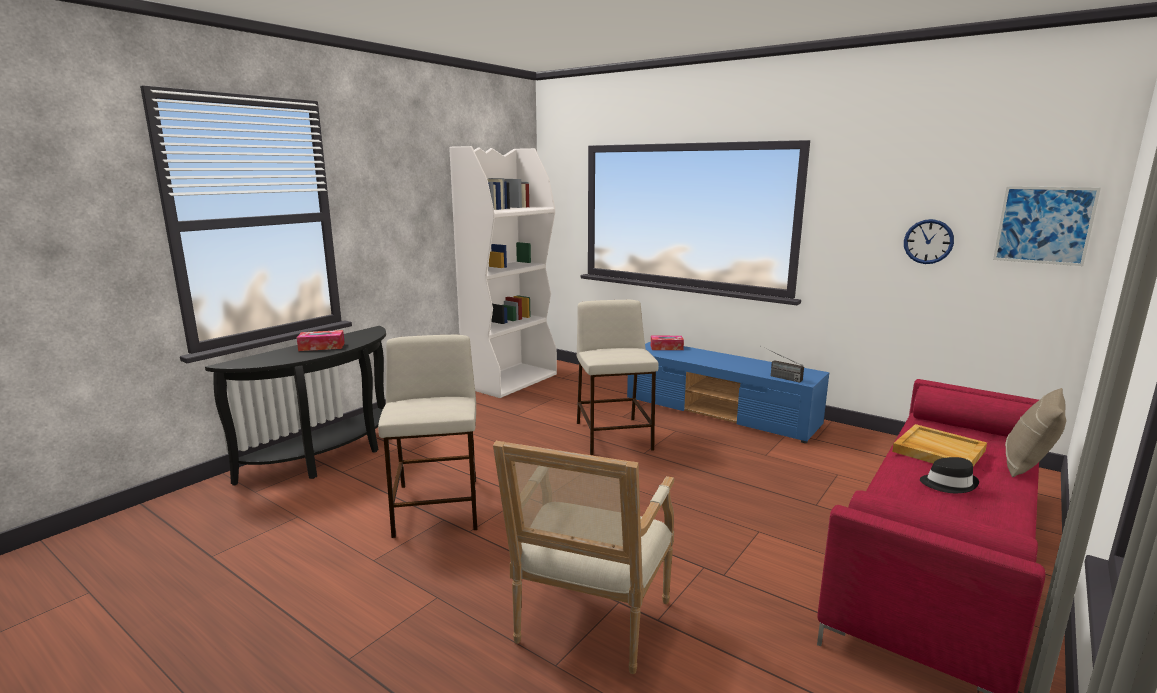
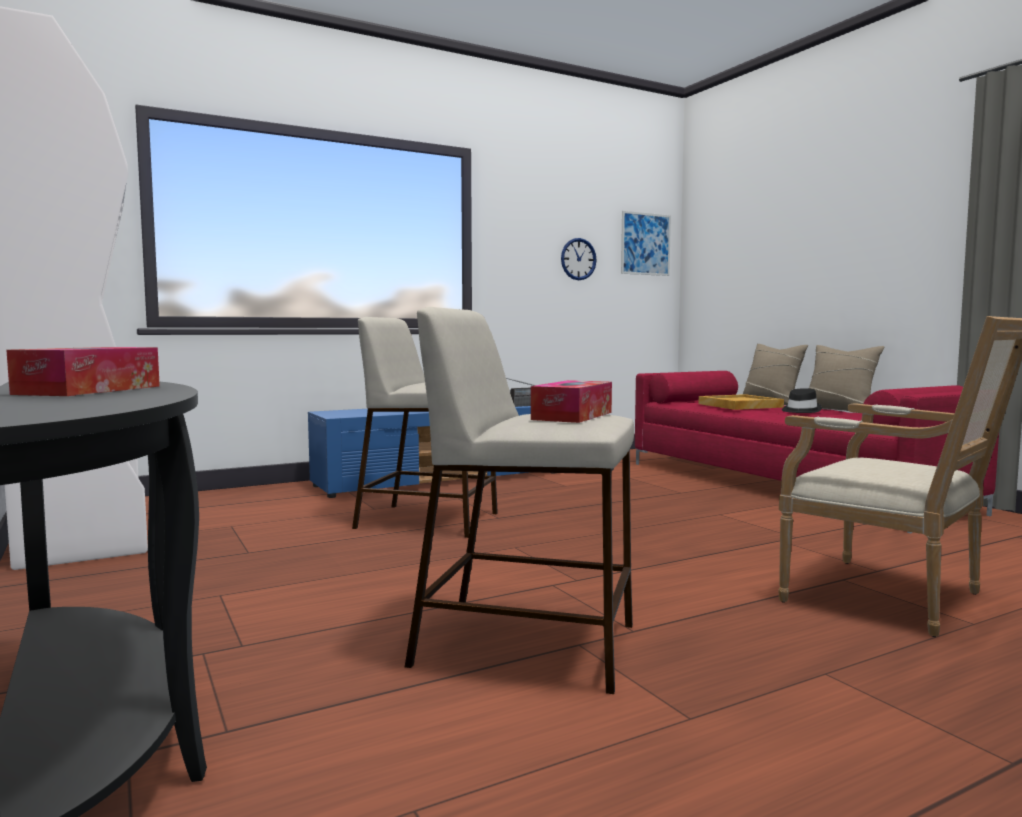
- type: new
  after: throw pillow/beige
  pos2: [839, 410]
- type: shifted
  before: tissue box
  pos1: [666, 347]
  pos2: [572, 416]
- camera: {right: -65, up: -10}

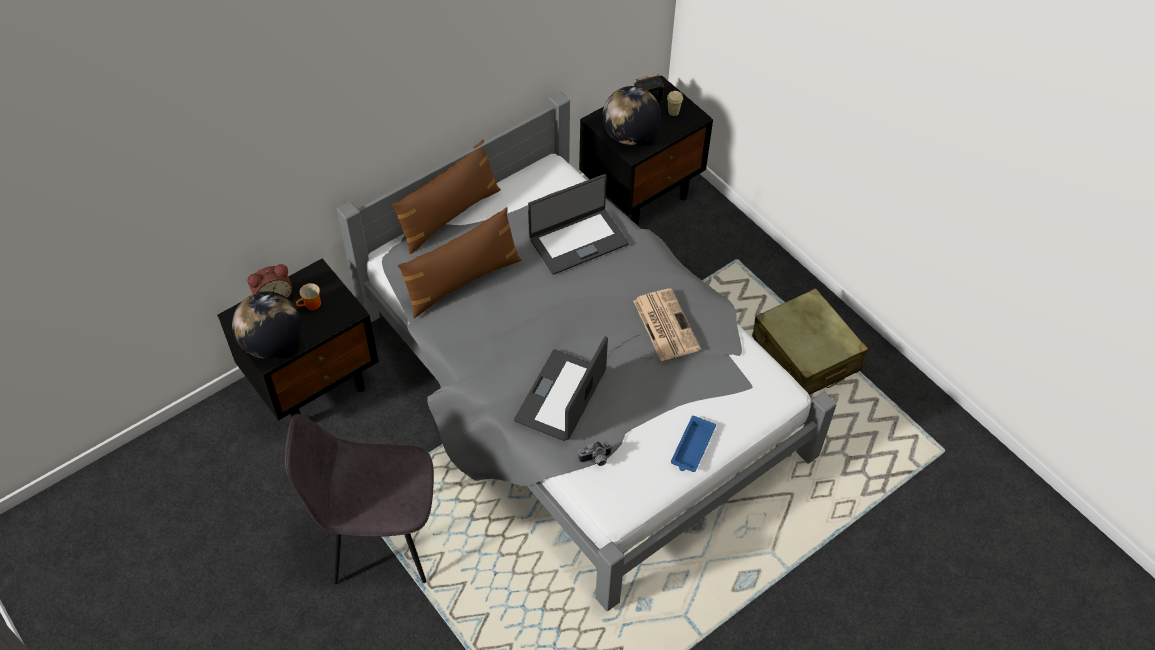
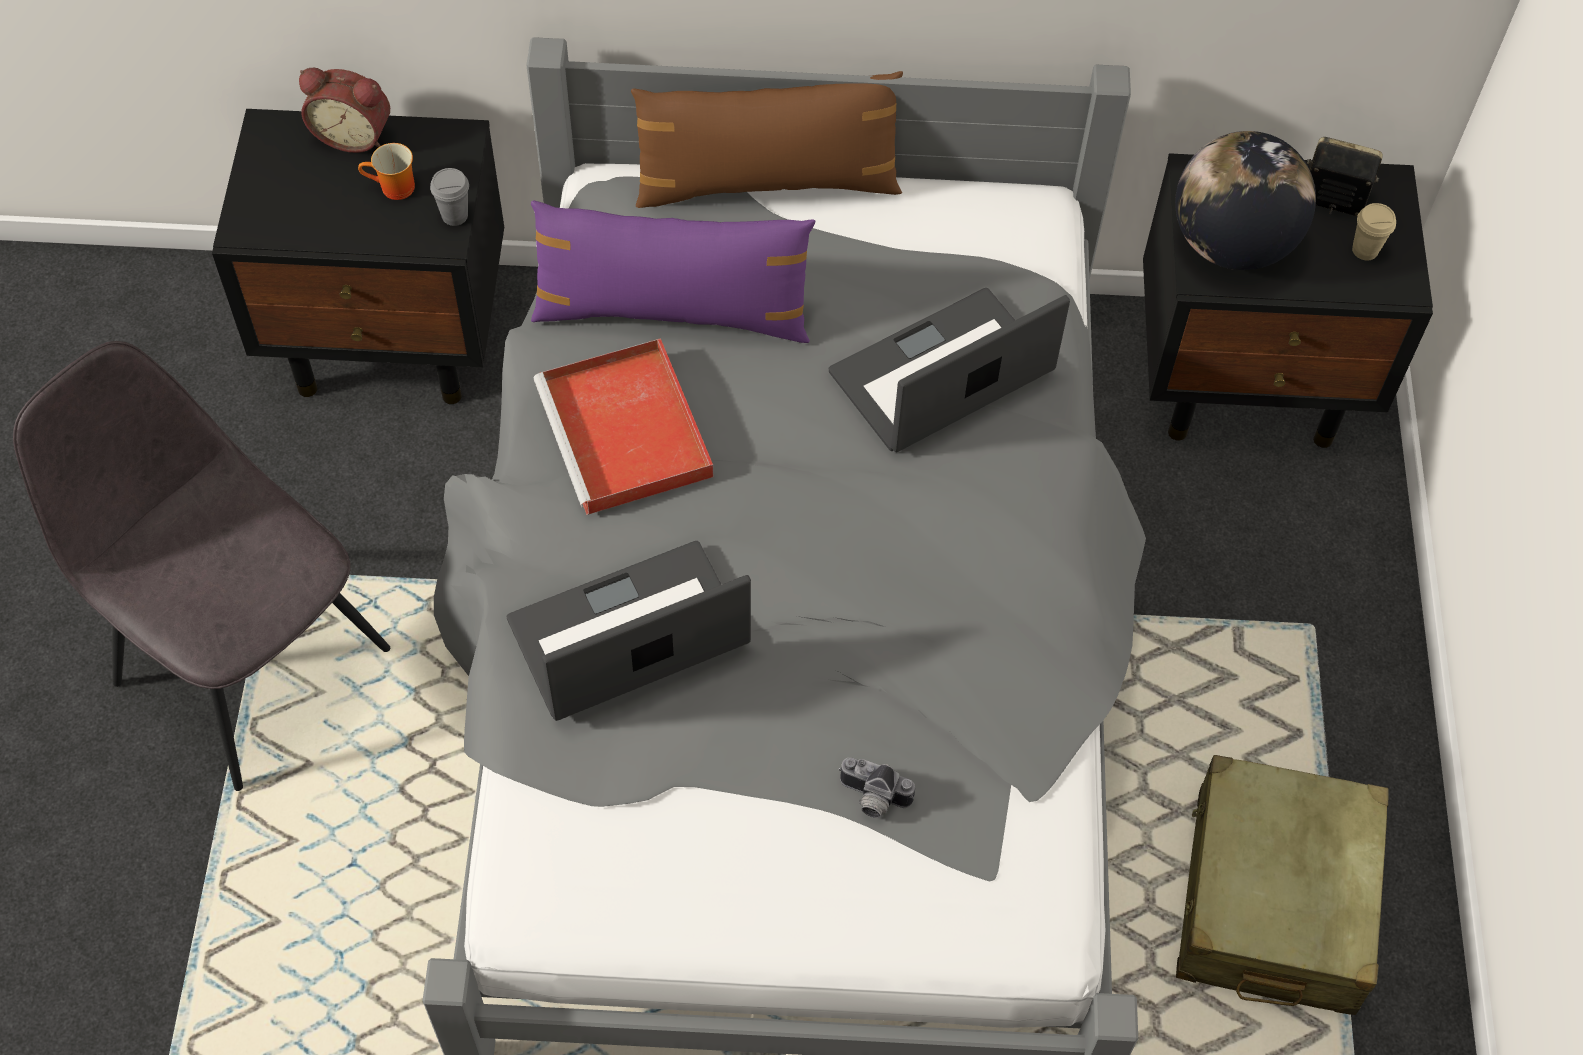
- type: gone
  before: world globe
  pos1: [272, 344]
- type: gone
  before: daily paper
  pos1: [665, 324]
- type: gone
  before: tray/bluish
  pos1: [692, 447]
- type: new
  after: small cup/greyish
  pos2: [455, 216]
- type: new
  after: tray/red
  pos2: [627, 434]
- type: shifted
  before: photo camera
  pos1: [596, 460]
  pos2: [872, 799]
- type: repainted
  before: throw pillow/brownish
  after: throw pillow/purple-coloured
  pos1: [462, 281]
  pos2: [672, 312]
- type: rotated
  before: laptop
  pos1: [578, 240]
  pos2: [943, 375]
  turn: 135
- camera: {right: 40, up: 5}

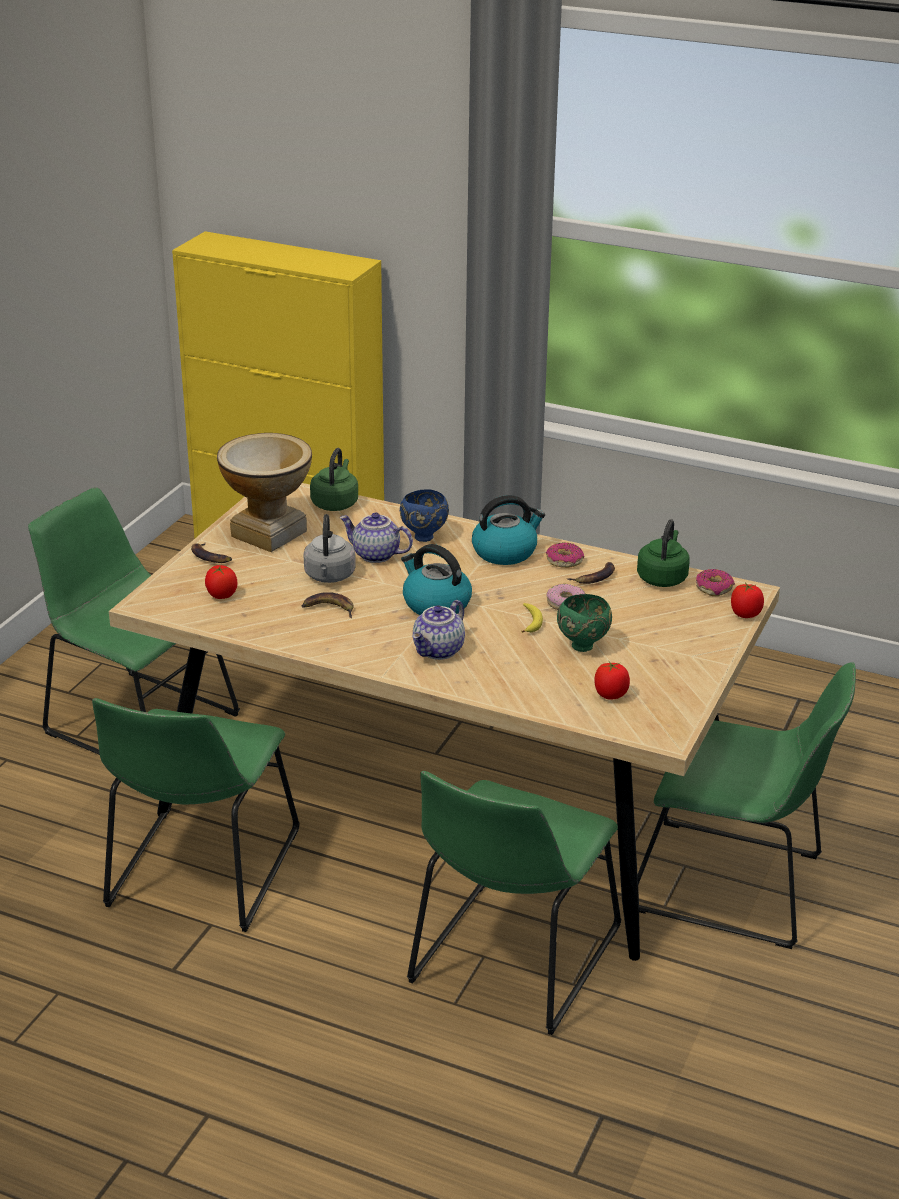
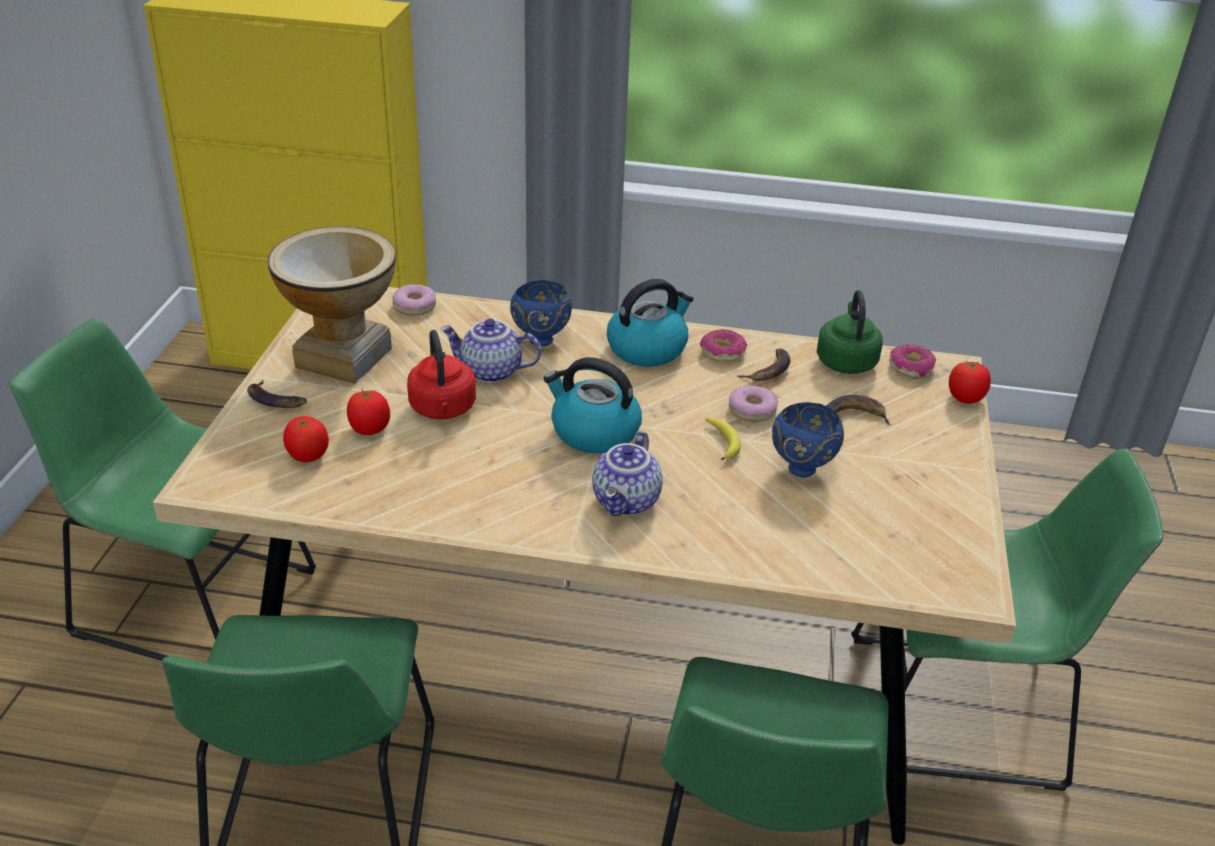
- type: shifted
  before: whole banana
  pos1: [329, 608]
  pos2: [853, 415]
- type: shifted
  before: fresh tomato
  pos1: [611, 695]
  pos2: [370, 429]
- type: swapped
  before: water kettle/green-coloured
  after: donut
  pos1: [335, 503]
  pos2: [414, 306]
- type: repainted
  before: water kettle/greyish
  after: water kettle/red
  pos1: [329, 576]
  pos2: [443, 409]
- type: repainted
  before: deep dish/green-coloured
  after: deep dish/bluish
  pos1: [583, 645]
  pos2: [802, 468]
- camera: {right: -15, up: 5}

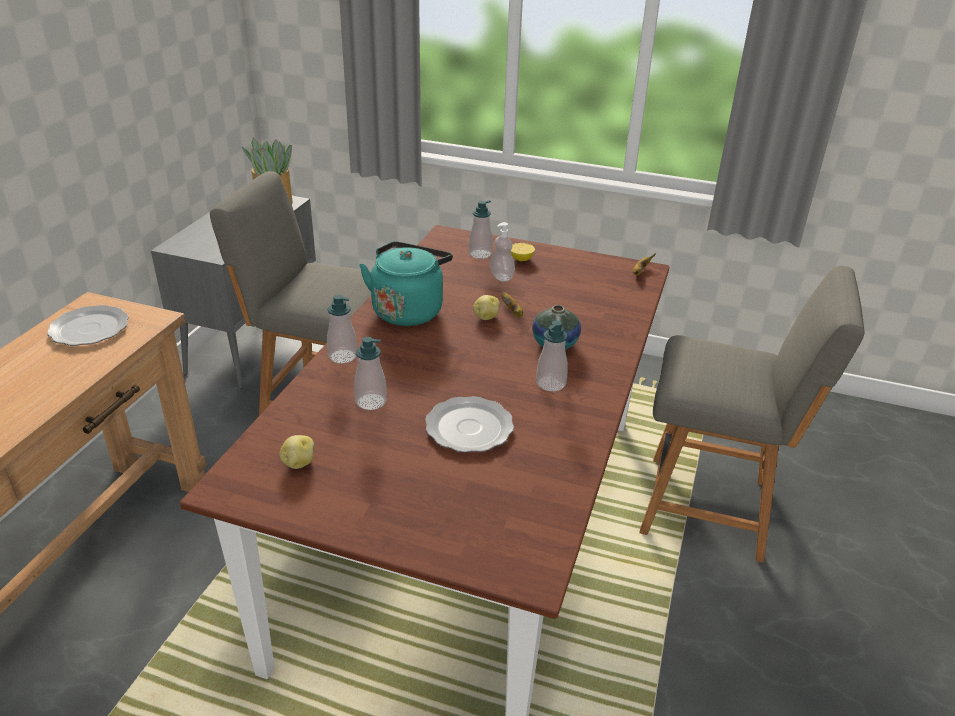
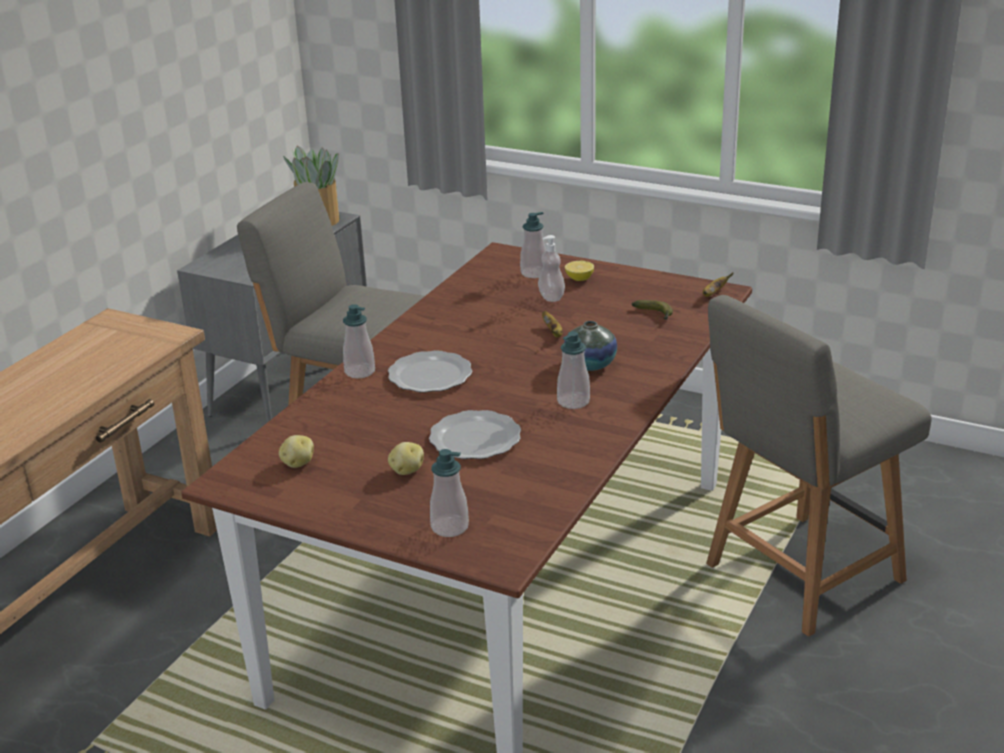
- type: gone
  before: water kettle/blue-green
  pos1: [408, 310]
- type: new
  after: whole banana
  pos2: [655, 315]
- type: shifted
  before: flat dish
  pos1: [89, 329]
  pos2: [430, 376]
- type: shifted
  before: soap bottle
  pos1: [371, 401]
  pos2: [449, 527]
- type: shifted
  before: whole potato
  pos1: [486, 317]
  pos2: [406, 470]
- type: rotated
  before: plain chair/greyish
  pos1: [711, 508]
  pos2: [799, 575]
  turn: 120
- camera: {right: 10, up: -5}

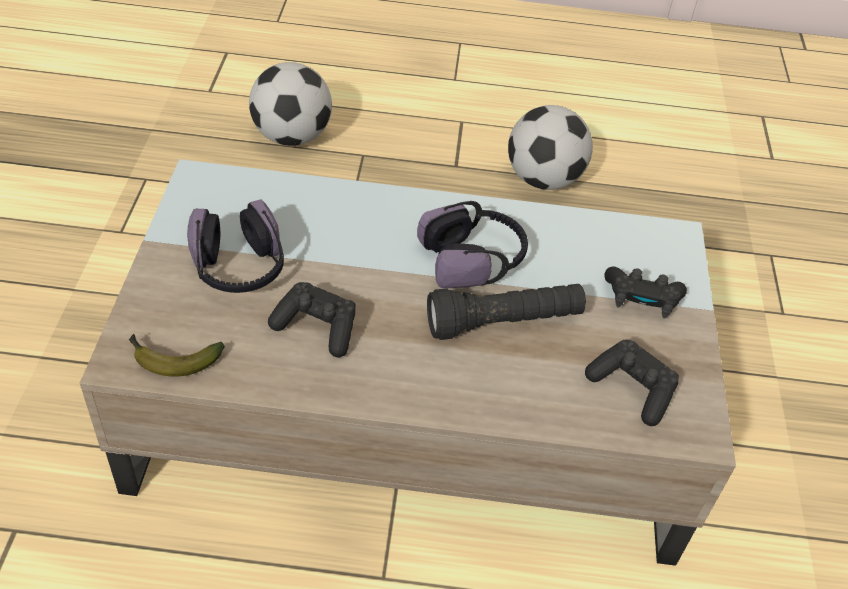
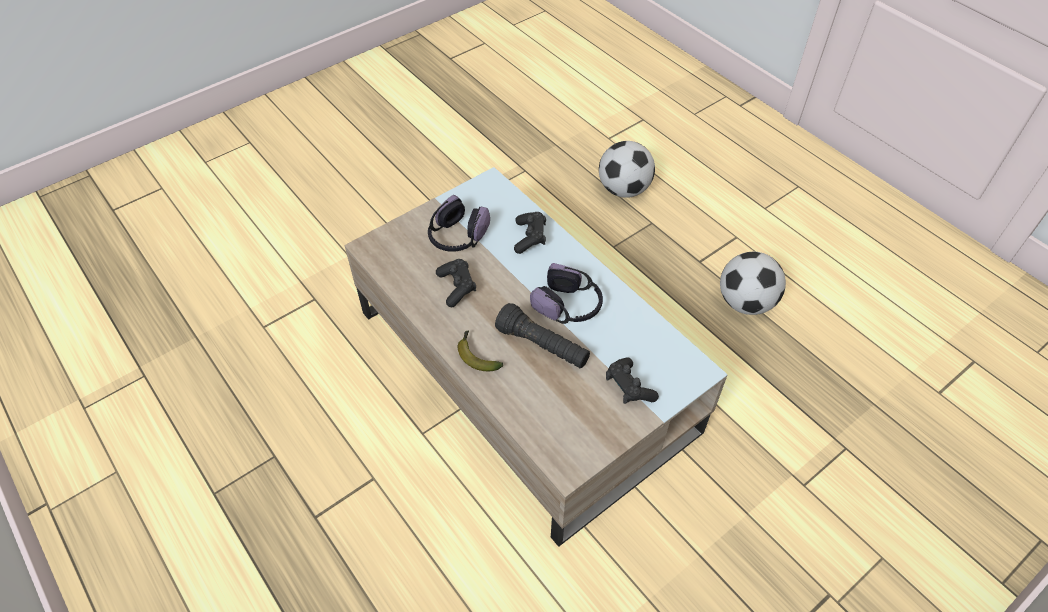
- type: shifted
  before: whole banana
  pos1: [172, 359]
  pos2: [476, 355]
- type: shifted
  before: gamepad/blackish
  pos1: [632, 389]
  pos2: [530, 237]
- camera: {right: 50, up: 5}

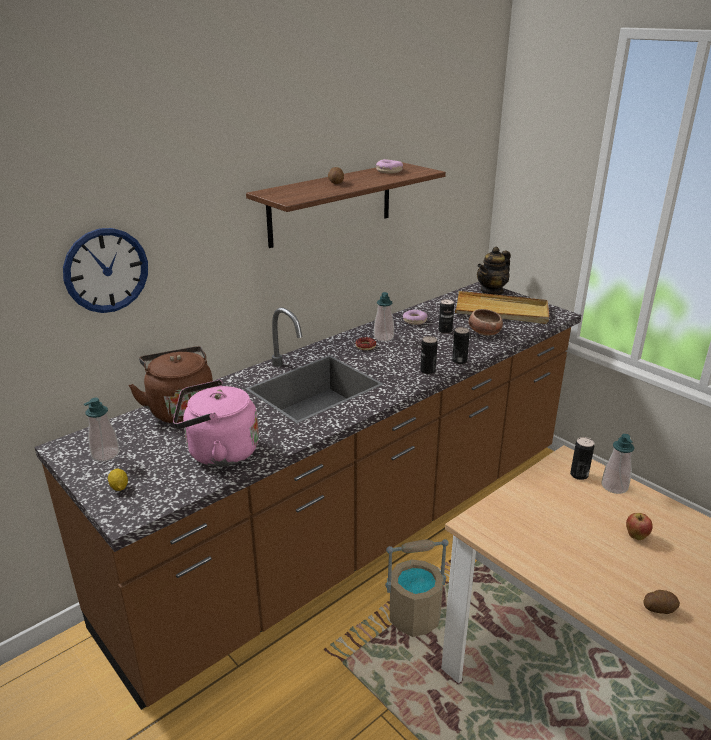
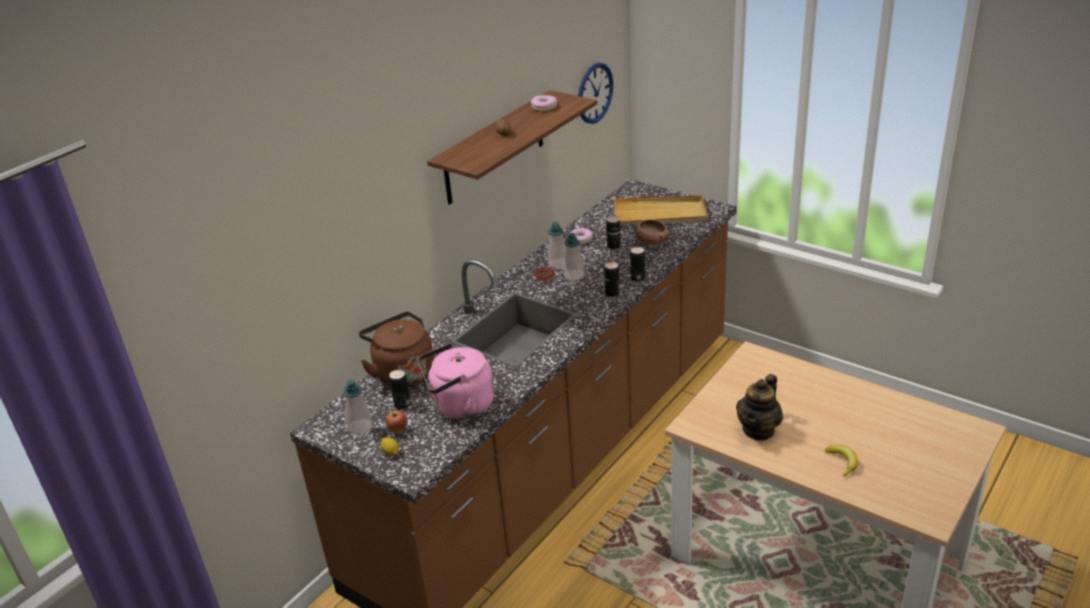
- type: gone
  before: pail/beige
  pos1: [414, 616]
- type: shifted
  before: wall clock
  pos1: [106, 270]
  pos2: [594, 93]
- type: shifted
  before: tea pot
  pos1: [492, 291]
  pos2: [758, 430]
- type: shifted
  before: metal can
  pos1: [579, 475]
  pos2: [402, 404]
- type: shifted
  before: soap bottle
  pos1: [614, 486]
  pos2: [574, 276]
- type: shifted
  before: apple
  pos1: [636, 536]
  pos2: [398, 431]
- type: swapped
  before: whole potato
  after: whole banana
  pos1: [658, 608]
  pos2: [842, 462]
- camera: {right: -10, up: 5}

